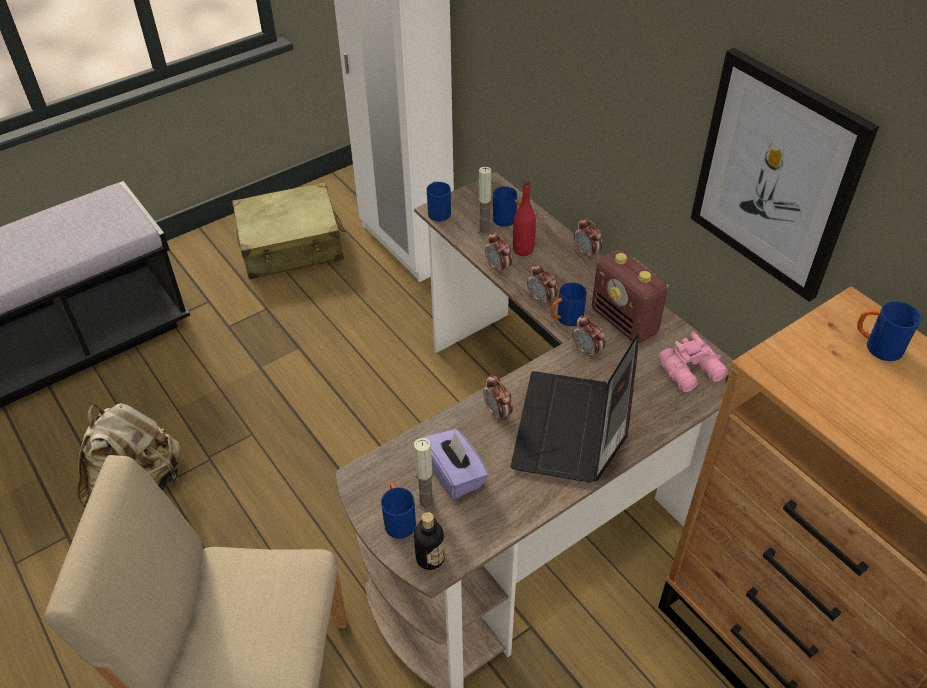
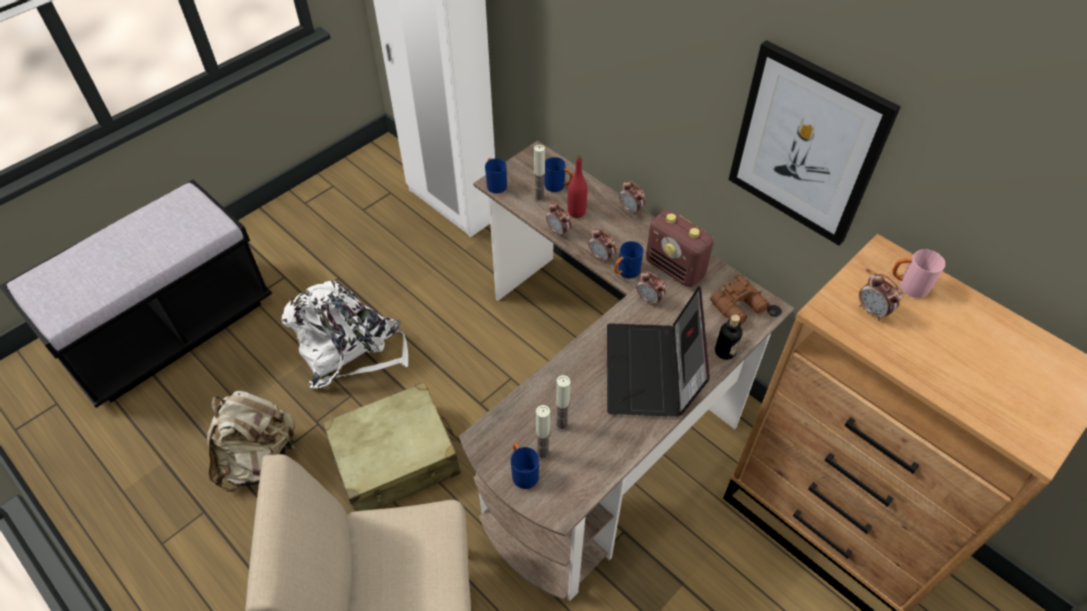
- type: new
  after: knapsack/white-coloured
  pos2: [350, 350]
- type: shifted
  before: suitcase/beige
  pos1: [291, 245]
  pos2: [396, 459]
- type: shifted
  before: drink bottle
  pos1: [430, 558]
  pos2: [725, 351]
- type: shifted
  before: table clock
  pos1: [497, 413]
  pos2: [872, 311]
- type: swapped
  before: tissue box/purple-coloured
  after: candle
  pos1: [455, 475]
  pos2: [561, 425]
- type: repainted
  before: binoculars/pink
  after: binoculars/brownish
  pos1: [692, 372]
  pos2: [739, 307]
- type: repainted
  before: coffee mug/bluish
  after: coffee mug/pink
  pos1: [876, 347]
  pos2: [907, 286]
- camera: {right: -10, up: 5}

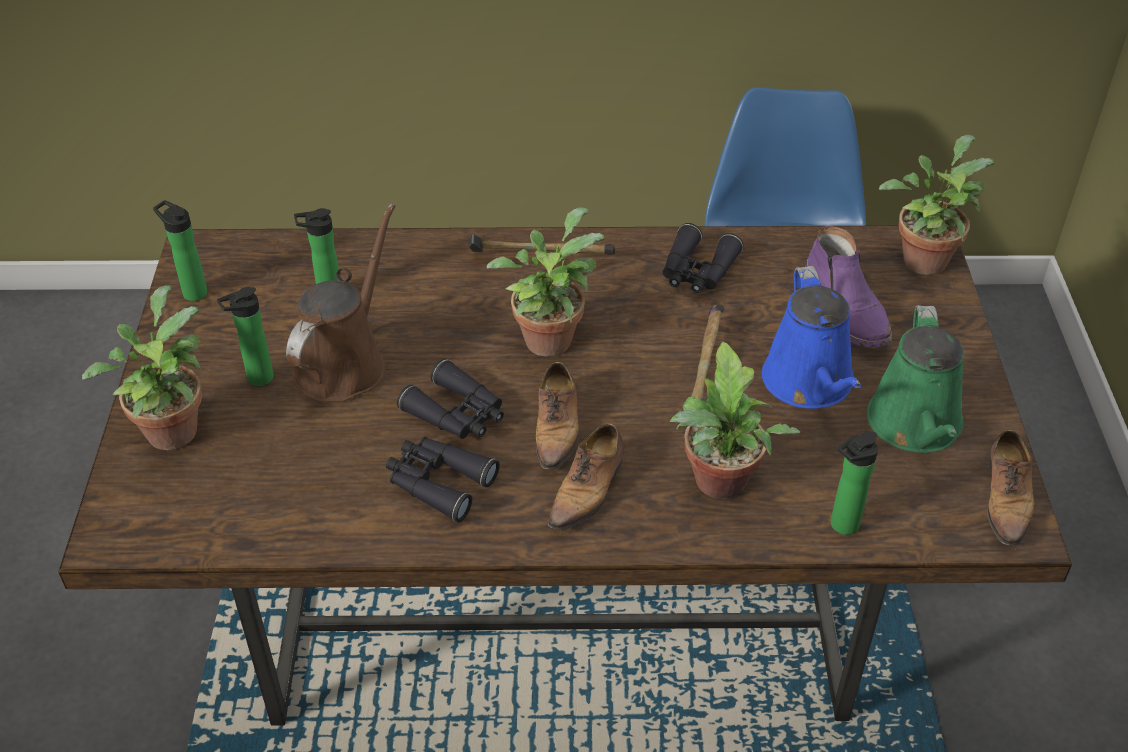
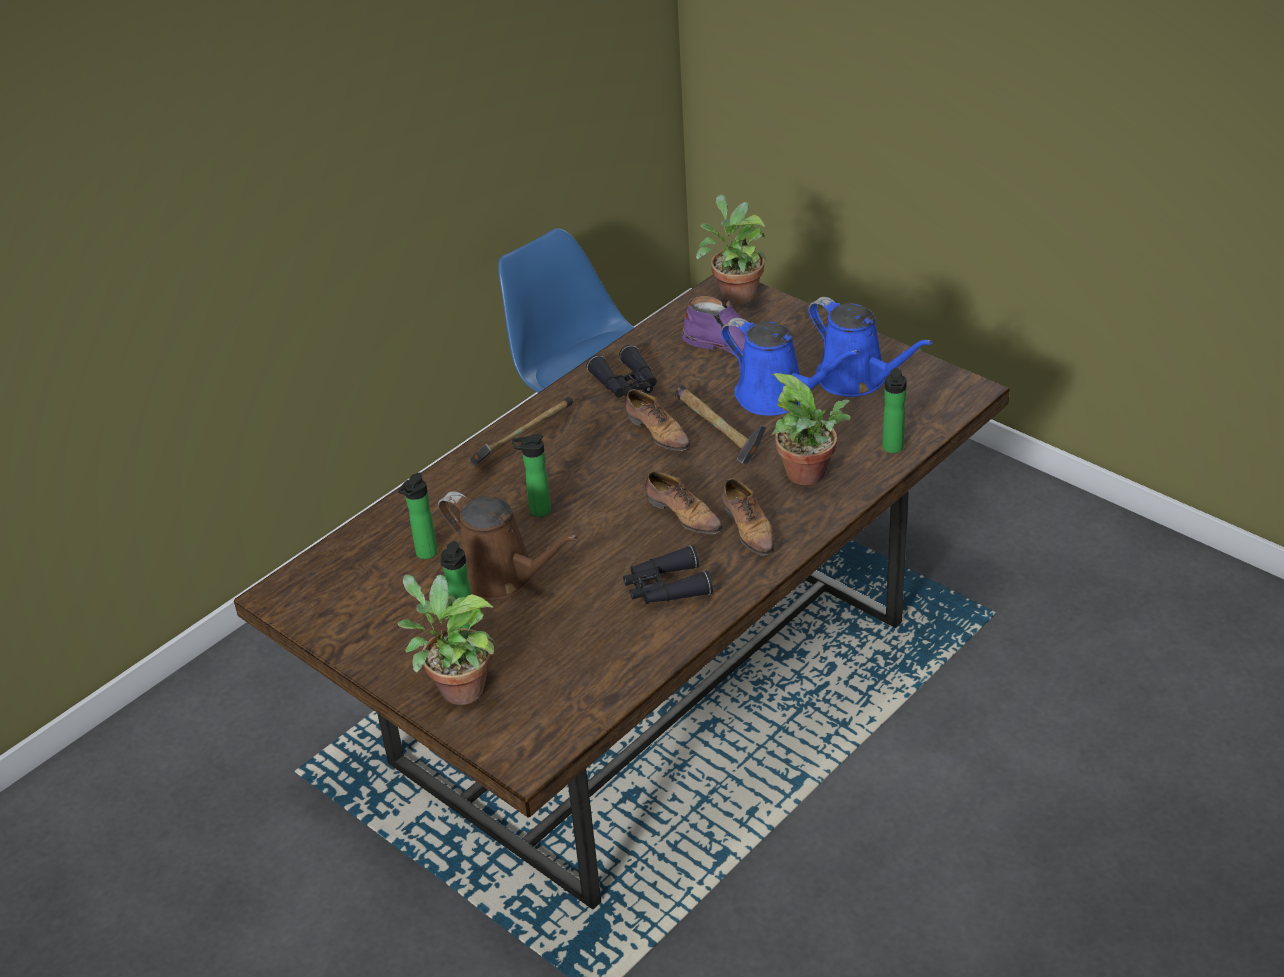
- type: gone
  before: binoculars/blackish
  pos1: [457, 414]
- type: gone
  before: potted plant
  pos1: [549, 336]
- type: shifted
  before: drink bottle
  pos1: [192, 292]
  pos2: [536, 511]
- type: shifted
  before: low shoe
  pos1: [1006, 500]
  pos2: [658, 432]
- type: repainted
  before: sprinkling can/green-coloured
  after: sprinkling can/bluish
  pos1: [916, 426]
  pos2: [857, 379]
- type: rotated
  before: sprinkling can/brownish
  pos1: [344, 363]
  pos2: [503, 577]
  turn: 150
- camera: {right: -45, up: -5}

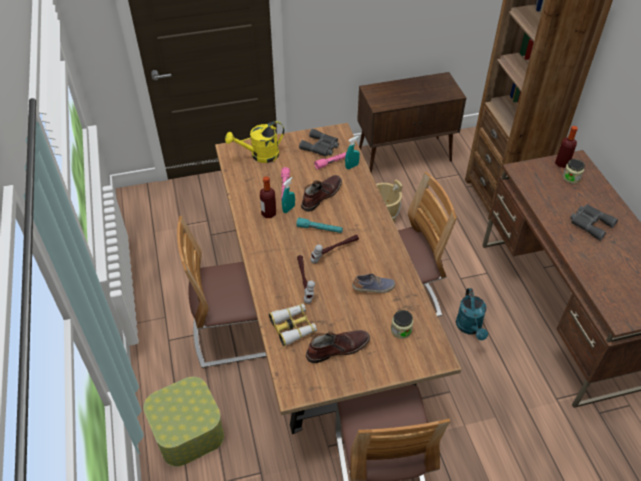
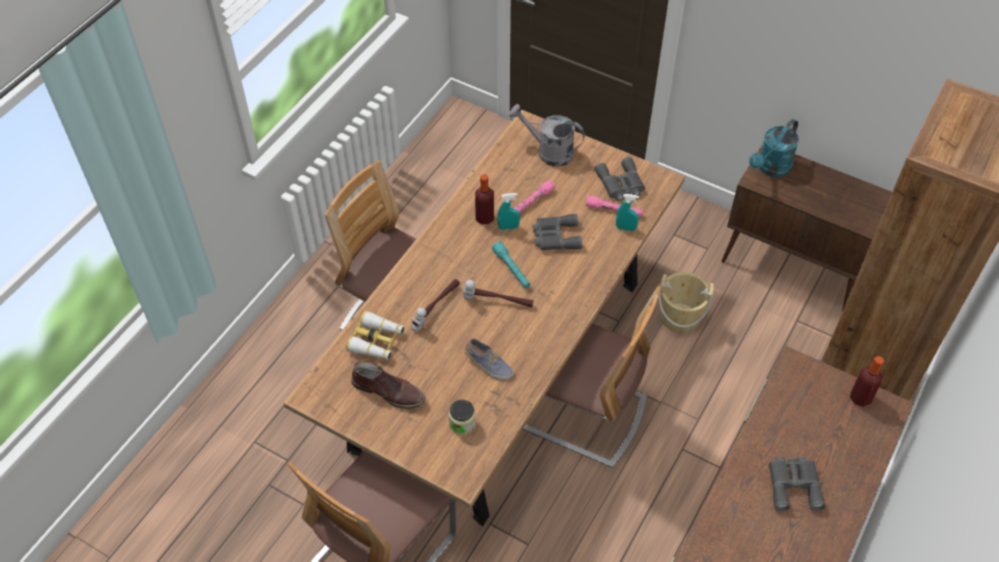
- type: gone
  before: storage bin
  pos1: [188, 431]
- type: gone
  before: preserve jar
  pos1: [571, 178]
- type: shifted
  before: sprinkling can/blue-green
  pos1: [470, 328]
  pos2: [771, 168]
- type: swapped
  before: tall boot/brownish
  after: binoculars/greyish
  pos1: [321, 196]
  pos2: [555, 236]
- type: repainted
  before: sprinkling can/yellow-coloured
  after: sprinkling can/greyish
  pos1: [260, 156]
  pos2: [548, 151]
- camera: {right: 45, up: 5}

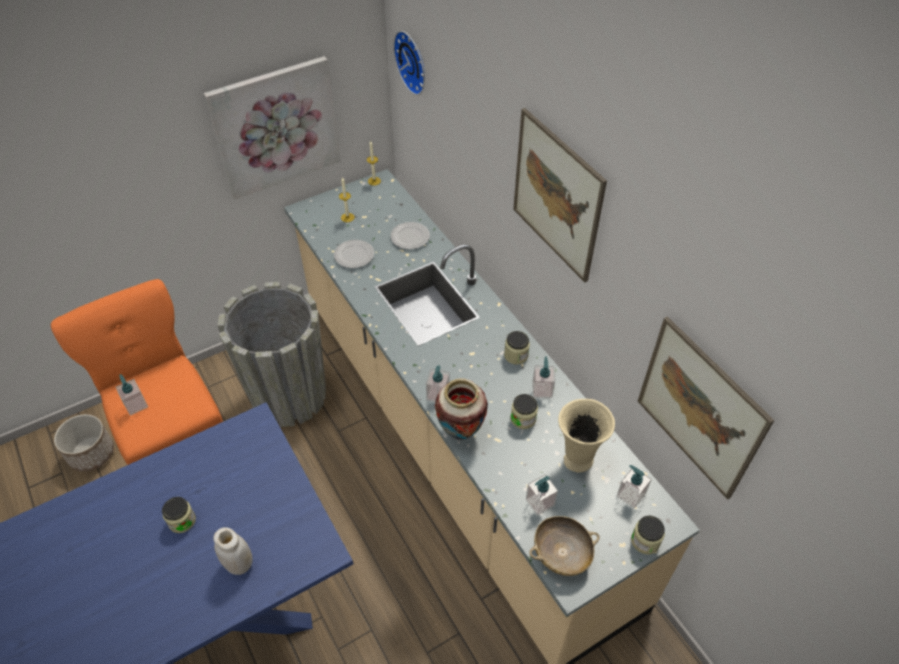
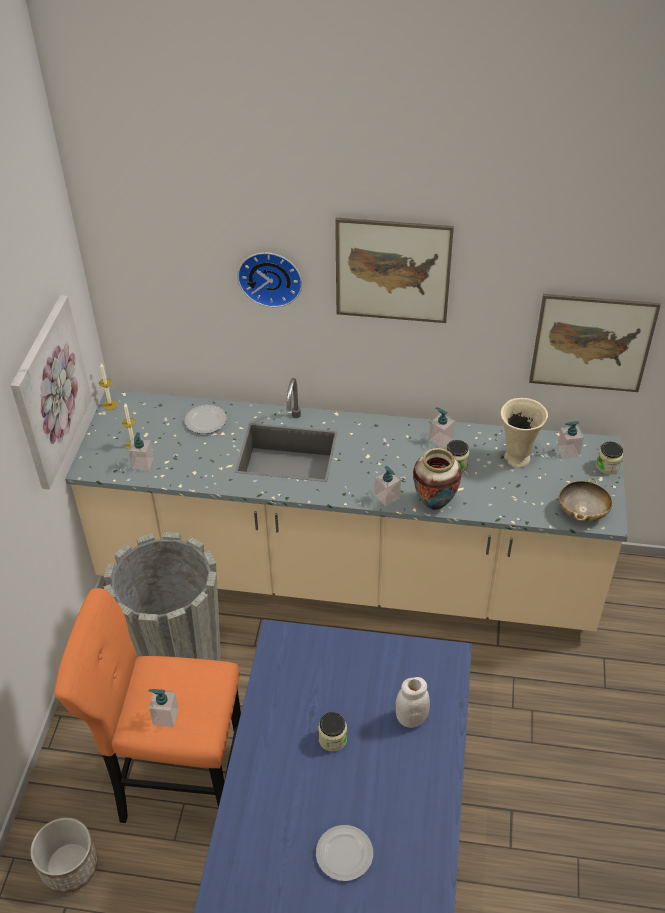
- type: gone
  before: preserve jar
  pos1: [516, 355]
- type: shifted
  before: flat dish
  pos1: [354, 256]
  pos2: [344, 855]
- type: shifted
  before: wall clock
  pos1: [413, 61]
  pos2: [270, 277]
- type: shifted
  before: soap bottle
  pos1: [540, 502]
  pos2: [142, 464]
- camera: {right: -50, up: -5}

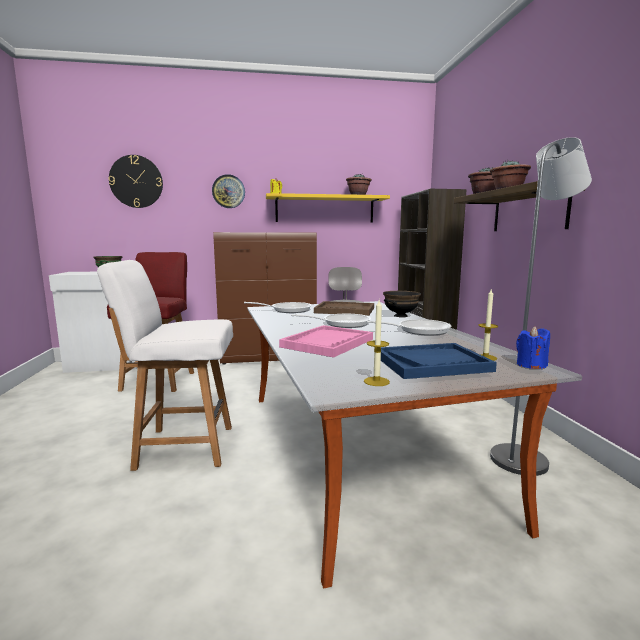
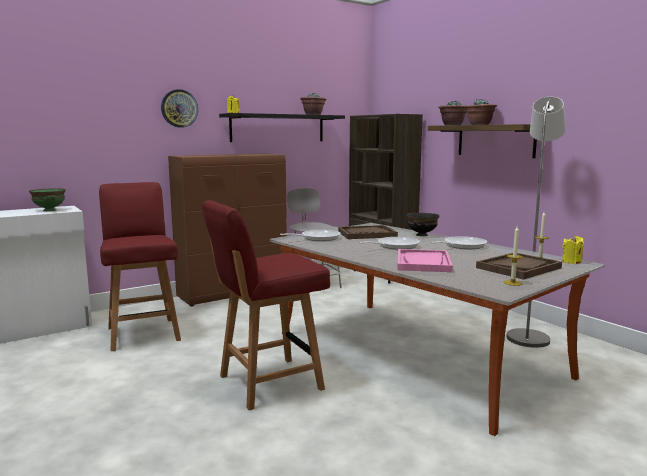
- type: gone
  before: wall clock
  pos1: [136, 181]
- type: repainted
  before: plain chair/white-coloured
  after: plain chair/red
  pos1: [183, 447]
  pos2: [268, 383]
- type: repainted
  before: bracket shelf/yellow-coloured
  after: bracket shelf/blackish
  pos1: [325, 209]
  pos2: [278, 128]
- type: repainted
  before: tray/bluish
  after: tray/brownish
  pos1: [432, 363]
  pos2: [518, 268]
- type: repainted
  before: candle/bluish
  after: candle/yellow-coloured
  pos1: [531, 365]
  pos2: [571, 261]
- camera: {right: -25, up: 0}

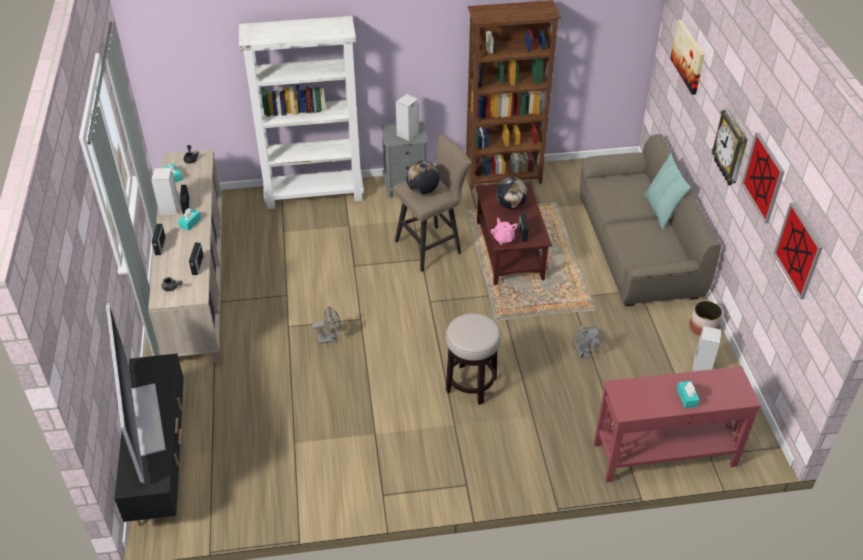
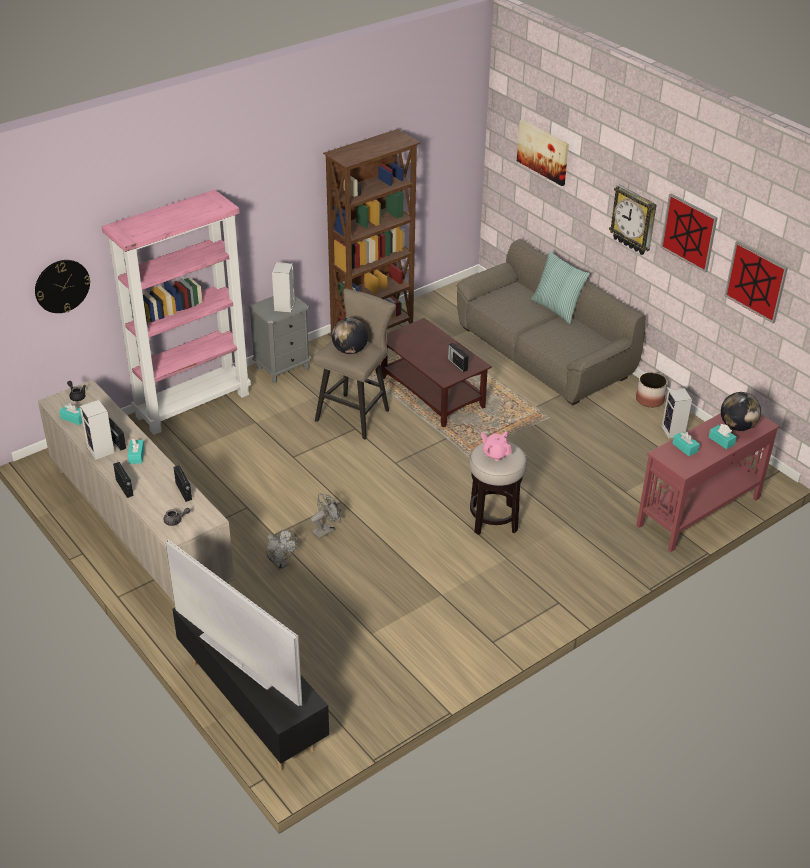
- type: new
  after: wall clock
  pos2: [62, 286]
- type: new
  after: tissue box/blue-green
  pos2: [685, 447]
- type: shifted
  before: tea pot/pink
  pos1: [503, 238]
  pos2: [495, 454]
- type: shifted
  before: world globe
  pos1: [510, 205]
  pos2: [737, 426]
- type: shifted
  before: fan/greyish
  pos1: [584, 353]
  pos2: [281, 563]
- type: repainted
  before: shelving unit/white-coloured
  after: shelving unit/pink
  pos1: [315, 194]
  pos2: [193, 404]
- camera: {right: -30, up: -5}

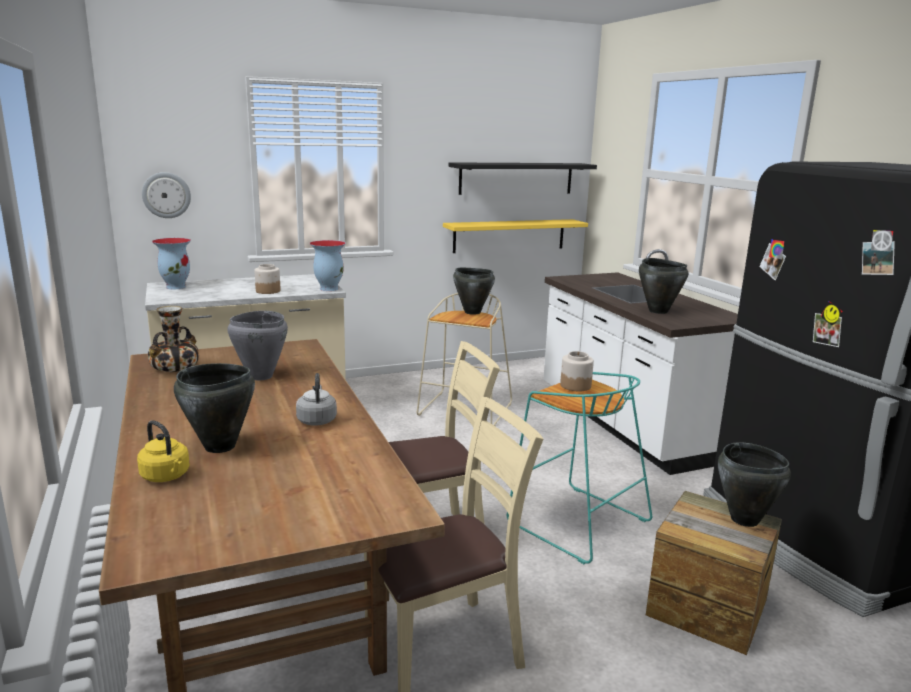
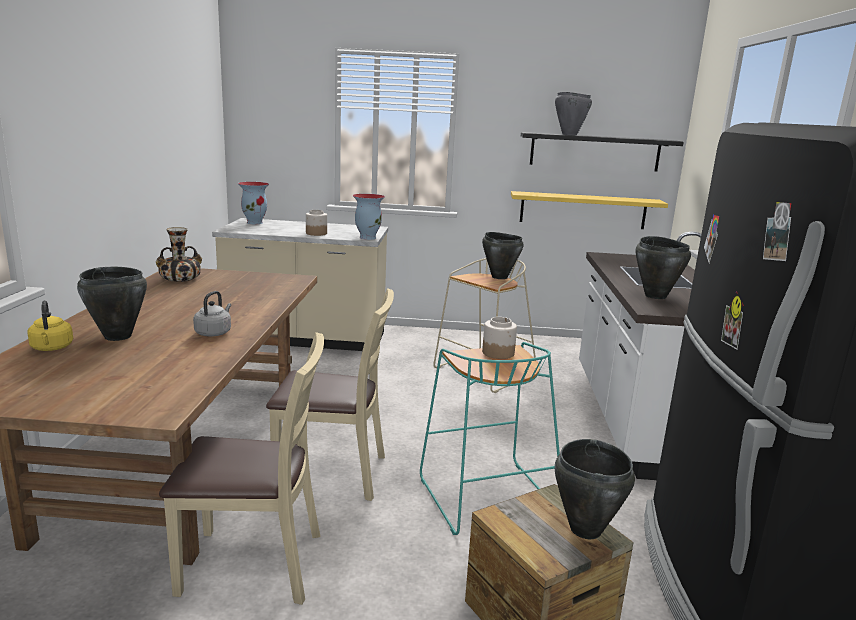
- type: gone
  before: wall clock
  pos1: [166, 195]
- type: shifted
  before: stockpot/greyish
  pos1: [260, 376]
  pos2: [569, 134]
- camera: {right: 25, up: 0}

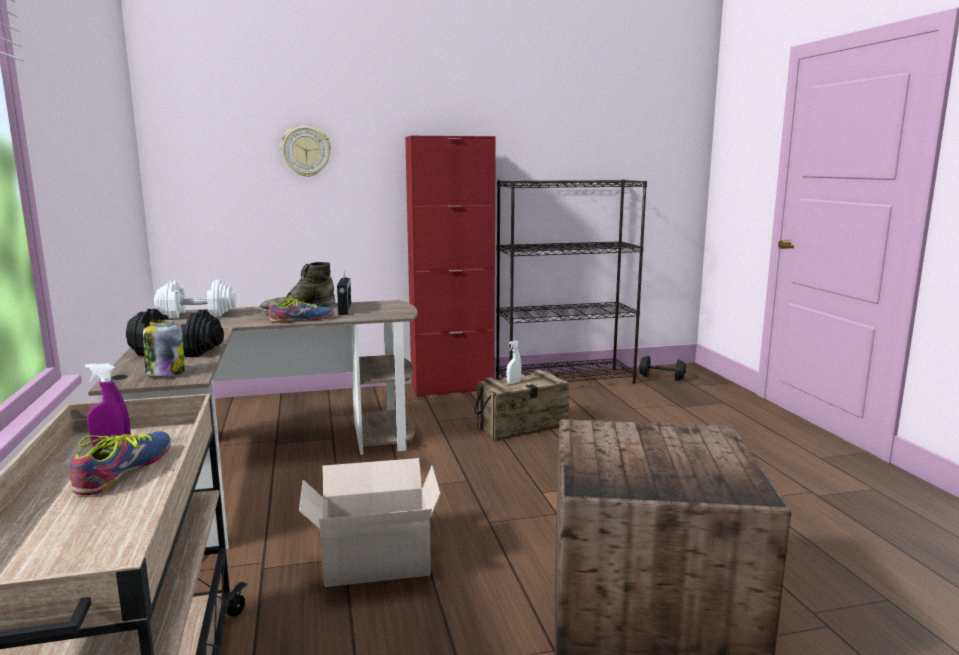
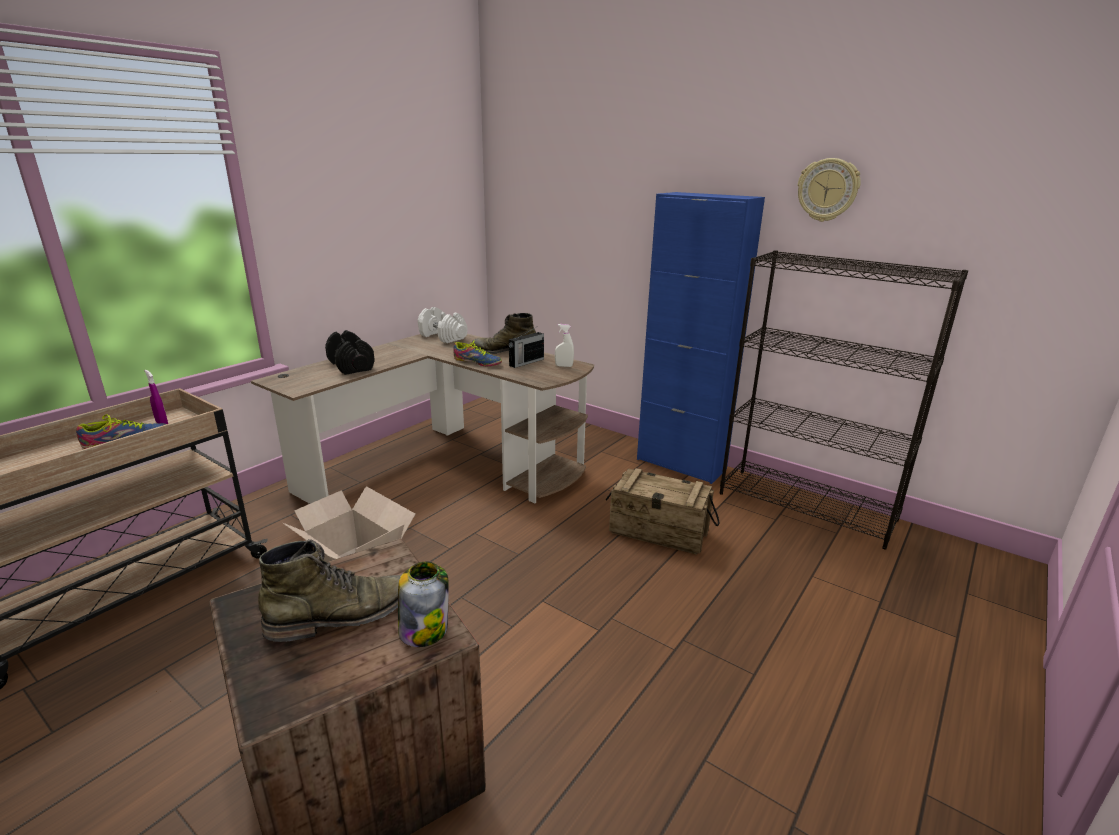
- type: gone
  before: hand weight/blackish
  pos1: [661, 378]
- type: new
  after: tall boot/green-coloured
  pos2: [343, 615]
- type: shifted
  before: preserve jar
  pos1: [165, 373]
  pos2: [424, 629]
- type: shifted
  before: wall clock
  pos1: [306, 151]
  pos2: [827, 190]
- type: shifted
  before: sprayer/white-coloured
  pos1: [513, 382]
  pos2: [564, 366]
- type: repainted
  before: cupboard/red
  after: cupboard/bluish
  pos1: [452, 388]
  pos2: [681, 464]
- camera: {right: 50, up: 10}

